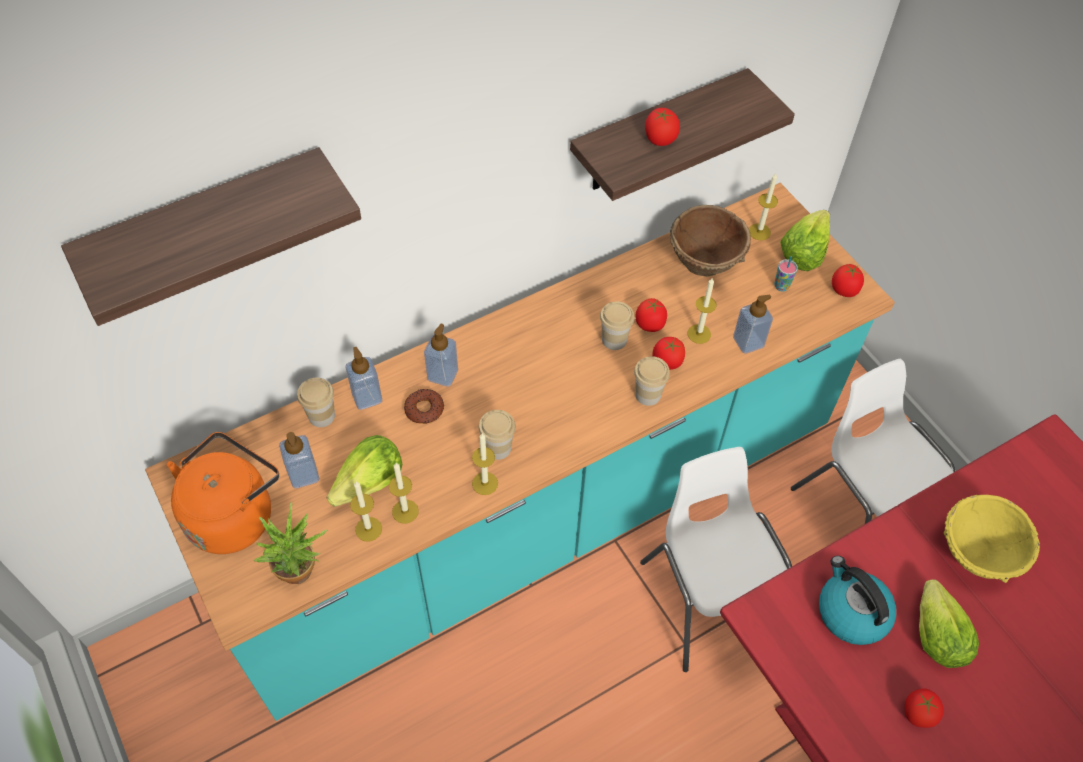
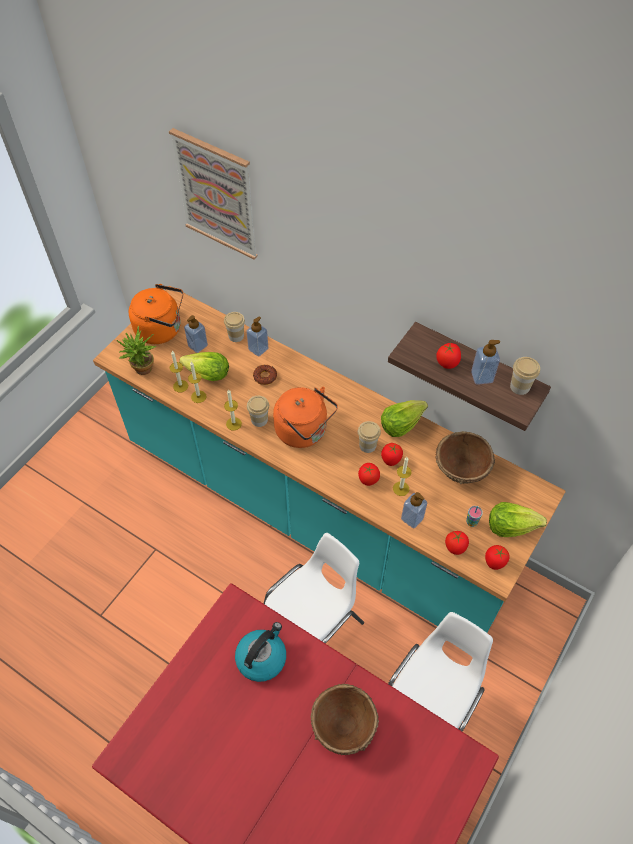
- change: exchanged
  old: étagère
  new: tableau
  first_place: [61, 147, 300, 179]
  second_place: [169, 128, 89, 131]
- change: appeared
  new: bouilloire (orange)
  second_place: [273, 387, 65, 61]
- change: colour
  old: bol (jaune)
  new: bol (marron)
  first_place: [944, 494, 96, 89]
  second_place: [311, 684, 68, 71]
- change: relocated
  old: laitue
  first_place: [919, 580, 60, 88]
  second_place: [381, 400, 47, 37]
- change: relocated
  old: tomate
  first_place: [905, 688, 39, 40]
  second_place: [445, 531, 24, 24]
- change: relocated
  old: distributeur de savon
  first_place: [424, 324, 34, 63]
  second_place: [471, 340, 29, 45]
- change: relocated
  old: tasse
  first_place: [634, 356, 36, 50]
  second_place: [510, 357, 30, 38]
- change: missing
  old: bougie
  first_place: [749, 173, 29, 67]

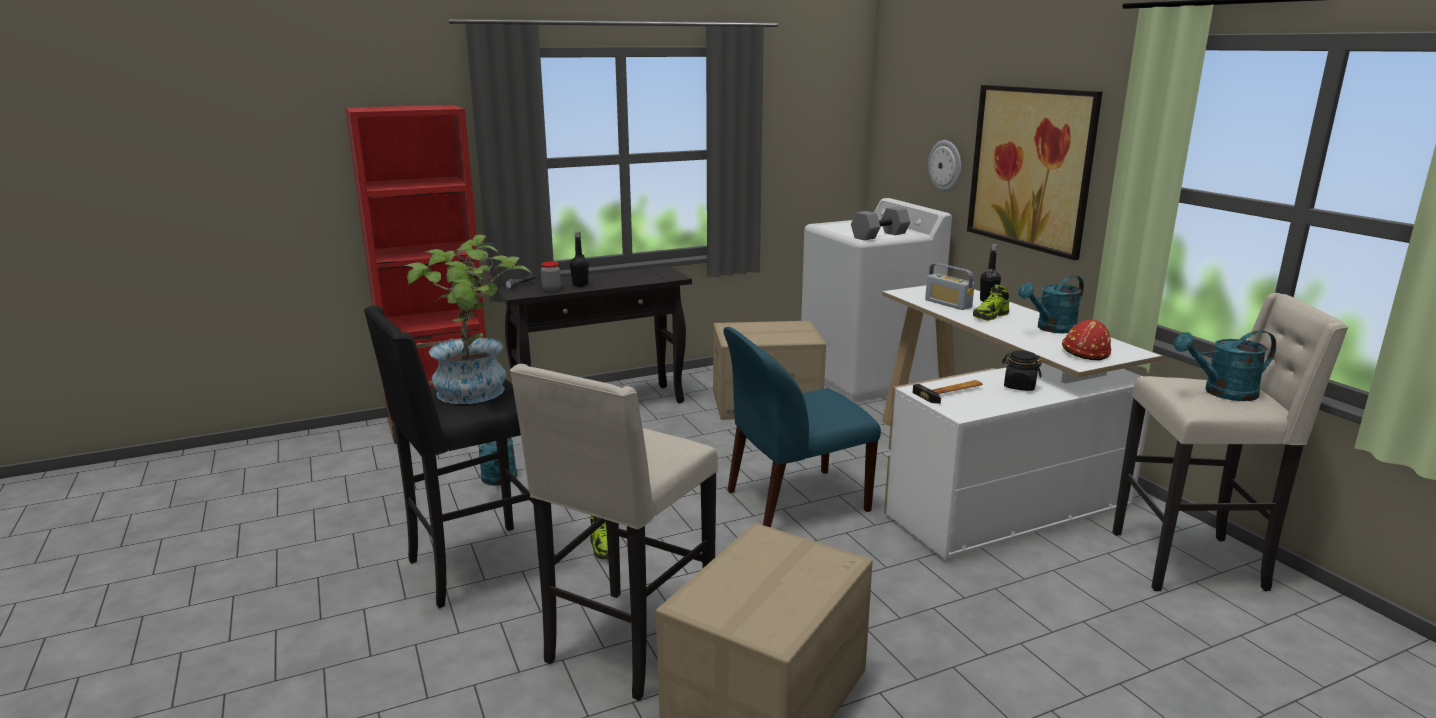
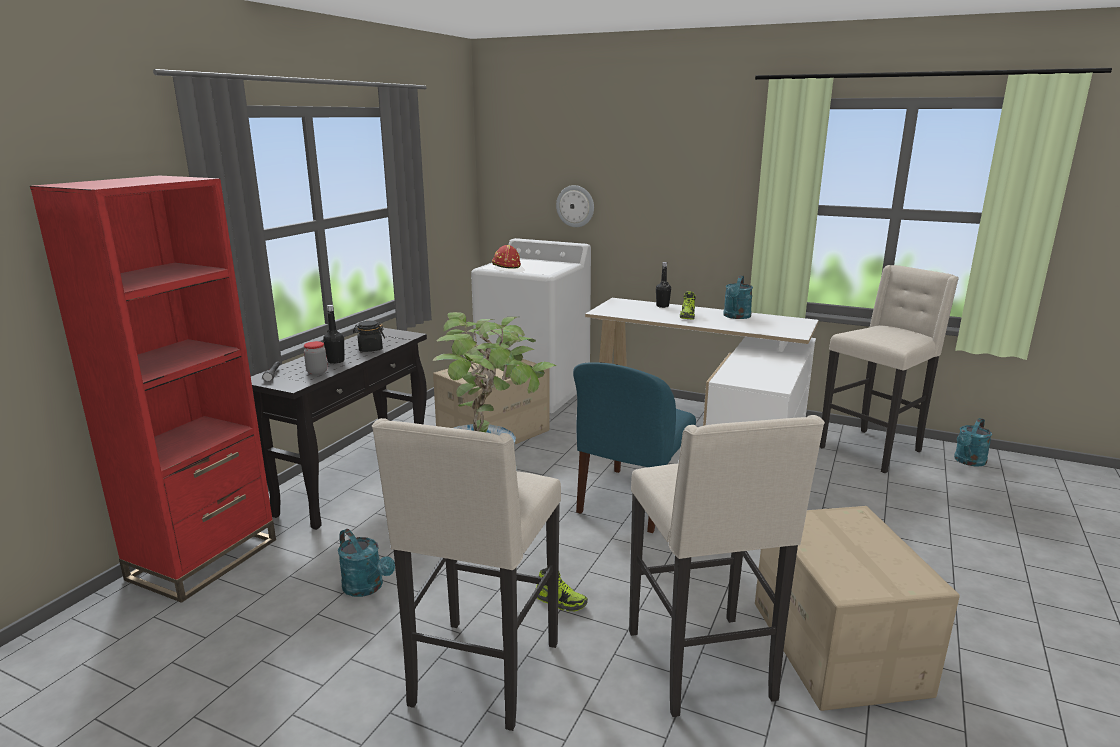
- change: relocated
  old: bocal (noir)
  first_place: [1002, 350, 40, 41]
  second_place: [353, 321, 32, 31]
- change: colour
  old: tabouret (noir)
  new: tabouret (beige)
  first_place: [364, 306, 169, 302]
  second_place: [372, 418, 189, 313]
- change: relocated
  old: casque de chantier (rouge)
  first_place: [1062, 320, 49, 41]
  second_place: [492, 245, 29, 24]
- change: relocated
  old: arrosoir (turquoise)
  first_place: [1174, 330, 102, 71]
  second_place: [954, 418, 38, 48]
- change: missing
  old: haltère (gris)
  first_place: [851, 207, 59, 33]
- change: missing
  old: marteau
  first_place: [913, 380, 70, 24]
- change: missing
  old: radio
  first_place: [925, 263, 50, 47]
- change: missing
  old: tableau
  first_place: [967, 85, 136, 175]

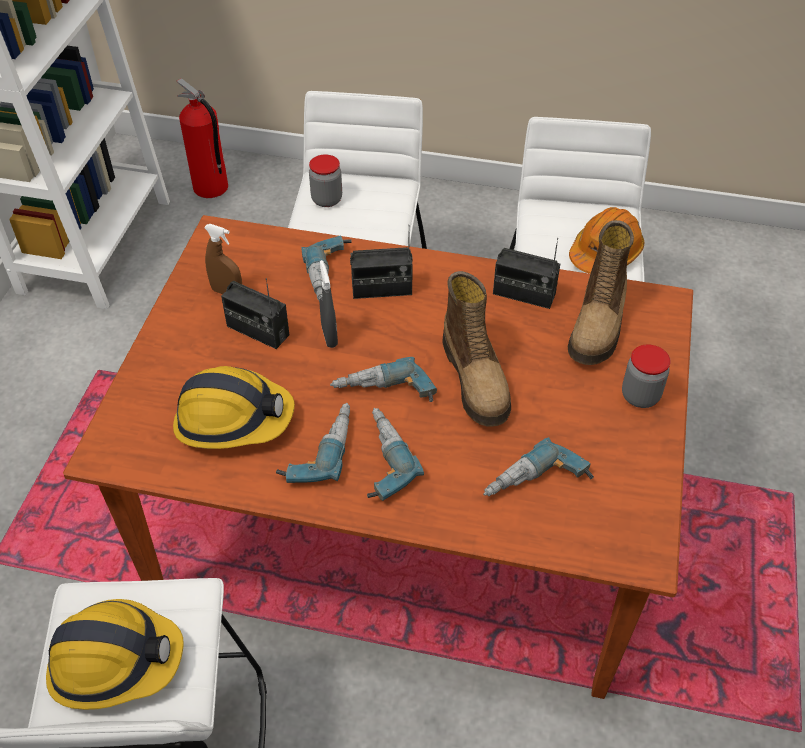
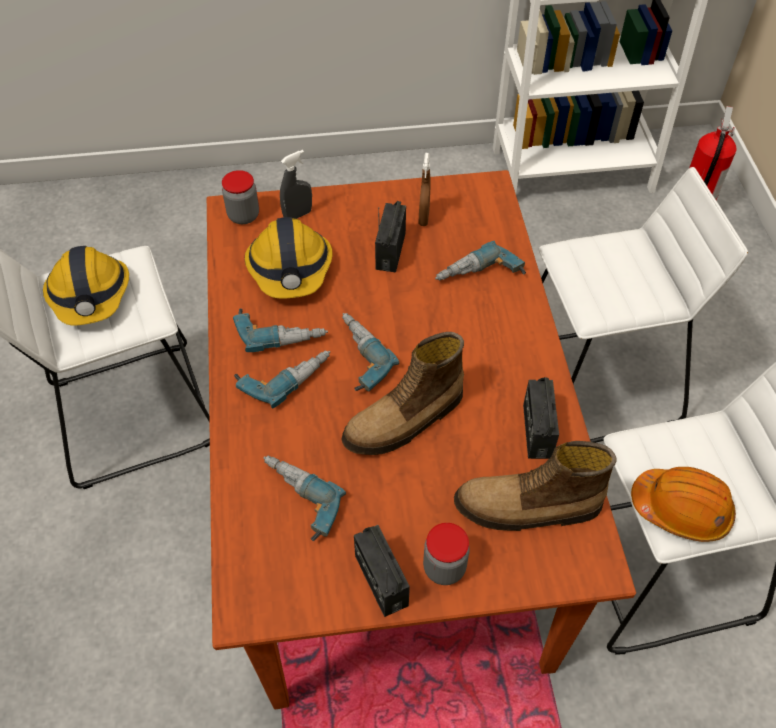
- change: relocated
  old: bocal
  first_place: [309, 154, 33, 53]
  second_place: [222, 170, 37, 54]
- change: relocated
  old: vaporisateur (gris)
  first_place: [319, 260, 19, 88]
  second_place: [280, 150, 32, 69]
- change: relocated
  old: radio
  first_place: [350, 225, 63, 74]
  second_place: [354, 525, 56, 92]

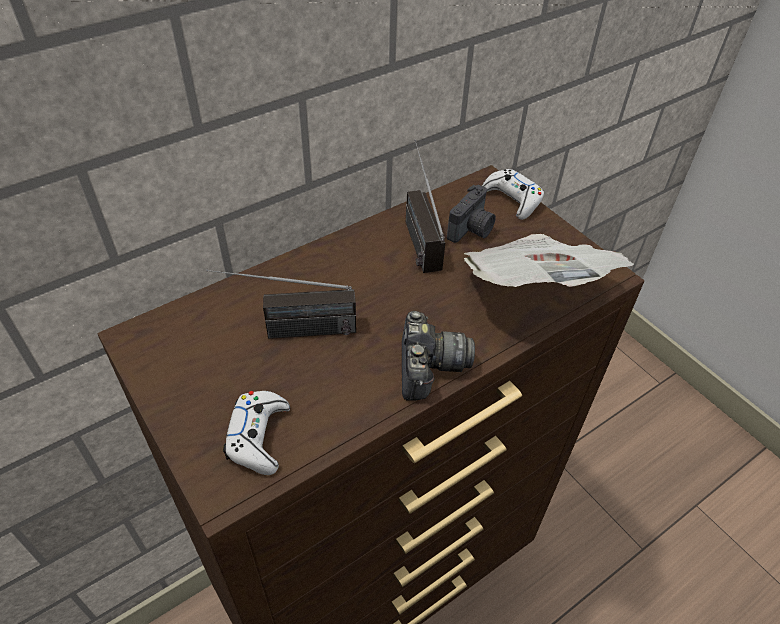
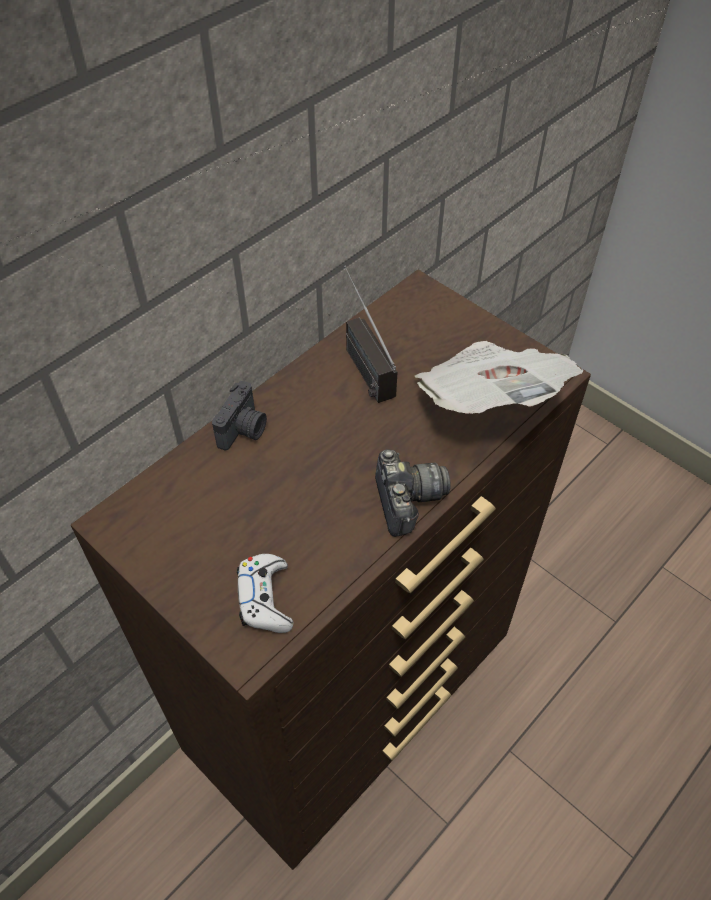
- change: relocated
  old: appareil photo
  first_place: [447, 185, 49, 58]
  second_place: [212, 381, 55, 70]
- change: missing
  old: radio
  first_place: [206, 269, 150, 70]
- change: missing
  old: manette (blanc)
  first_place: [482, 169, 62, 51]

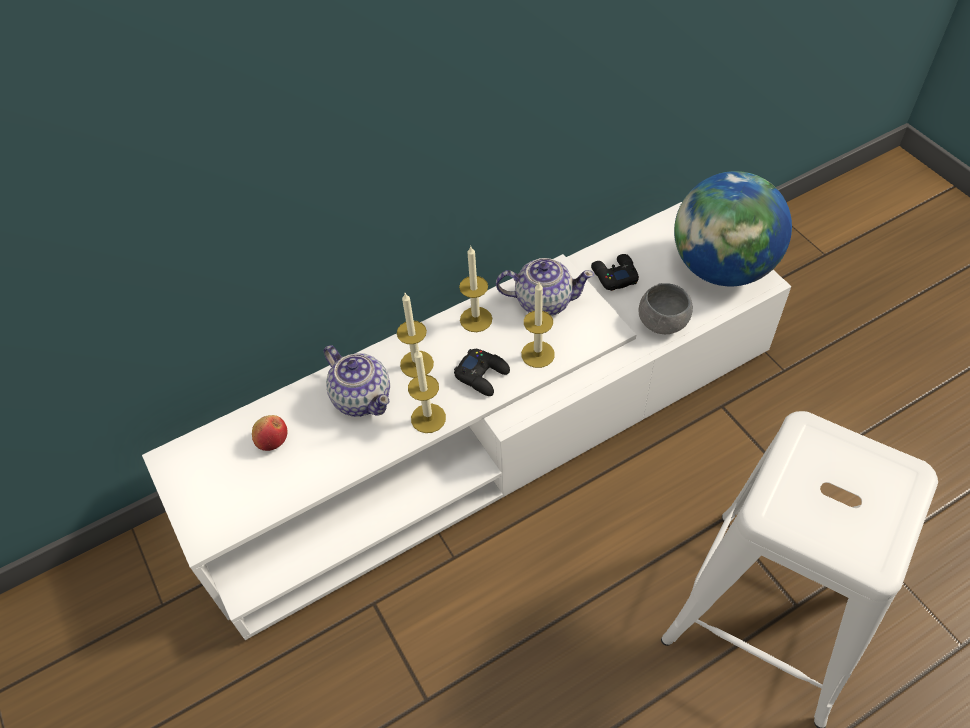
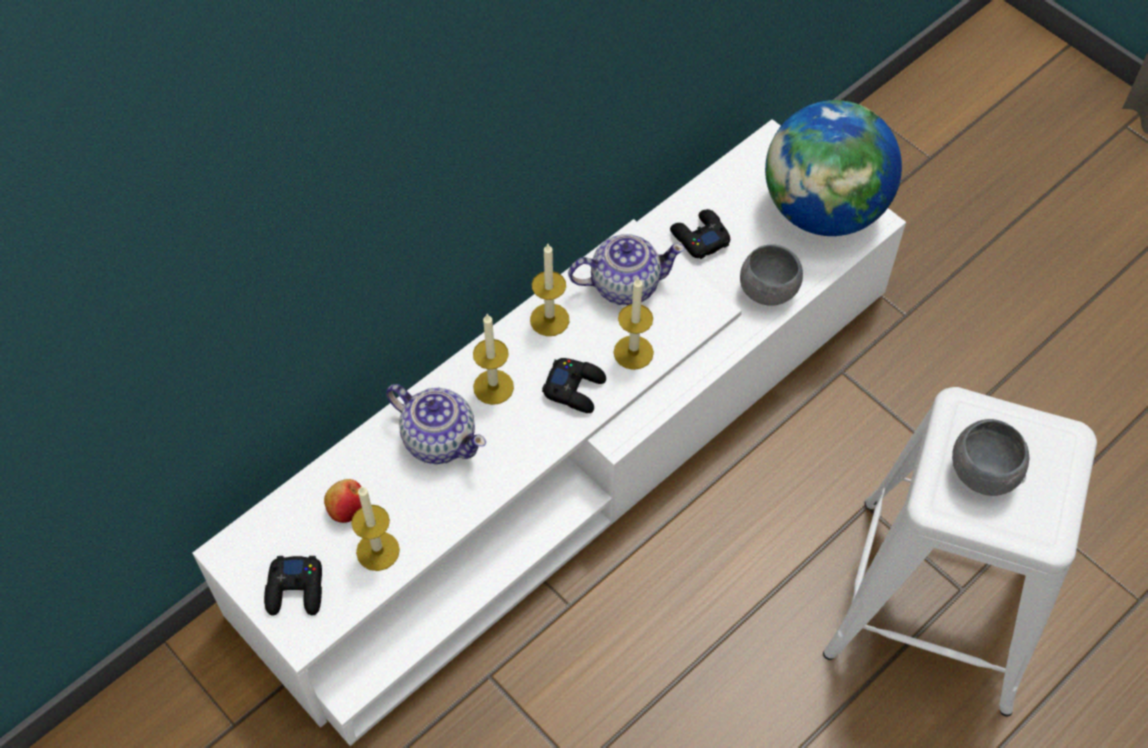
- change: appeared
  new: manette (noir)
  second_place: [264, 556, 58, 60]
- change: relocated
  old: bougie
  first_place: [408, 349, 38, 84]
  second_place: [351, 486, 49, 85]
- change: appeared
  new: bol (gris)
  second_place: [952, 419, 77, 77]

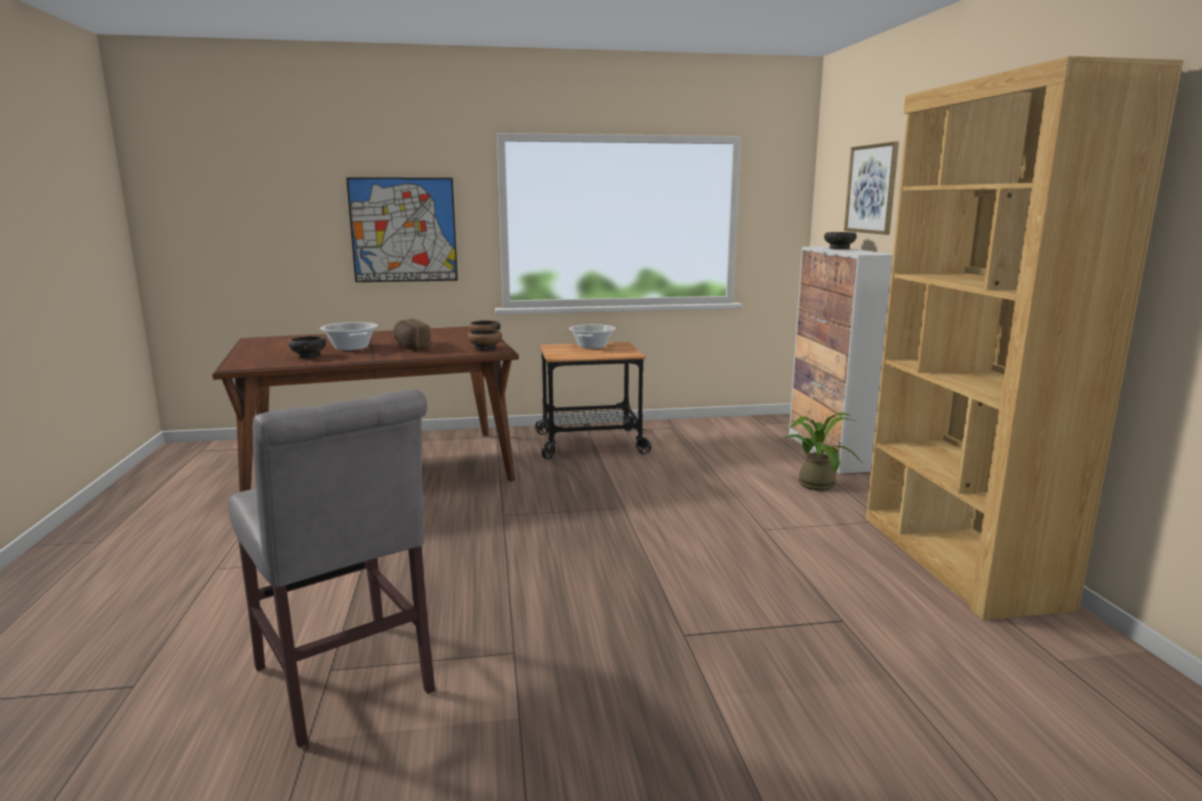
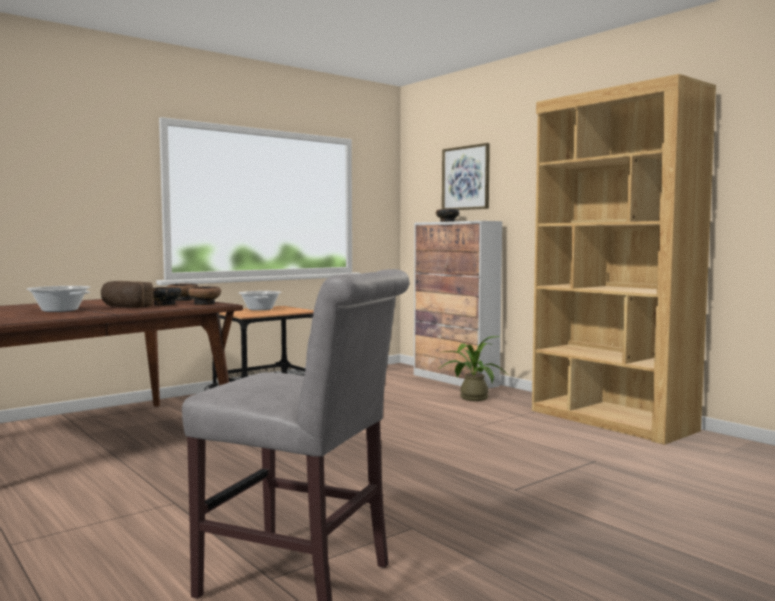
- change: relocated
  old: bol
  first_place: [288, 336, 39, 23]
  second_place: [153, 287, 29, 19]
- change: missing
  old: tableau
  first_place: [346, 177, 112, 105]

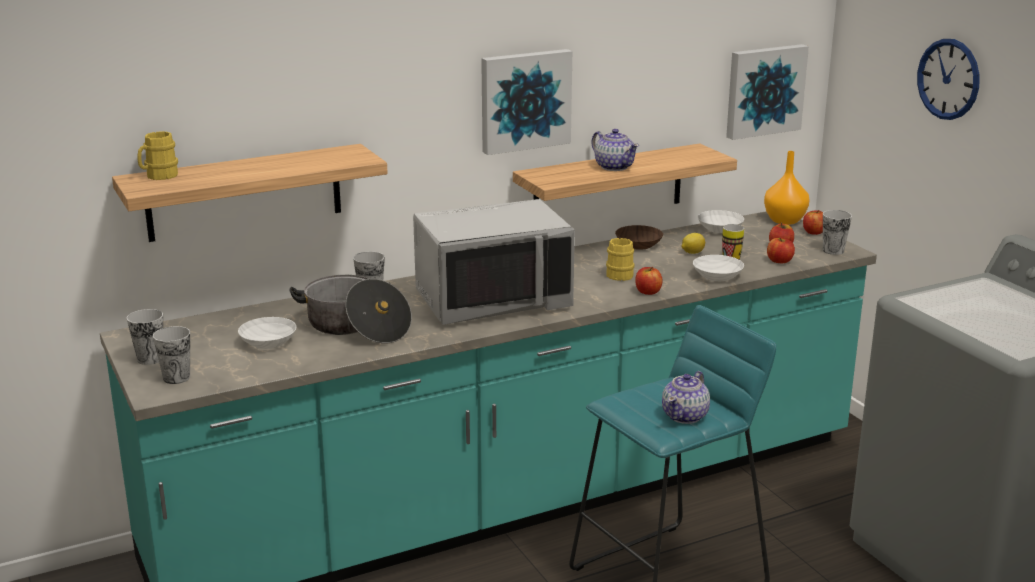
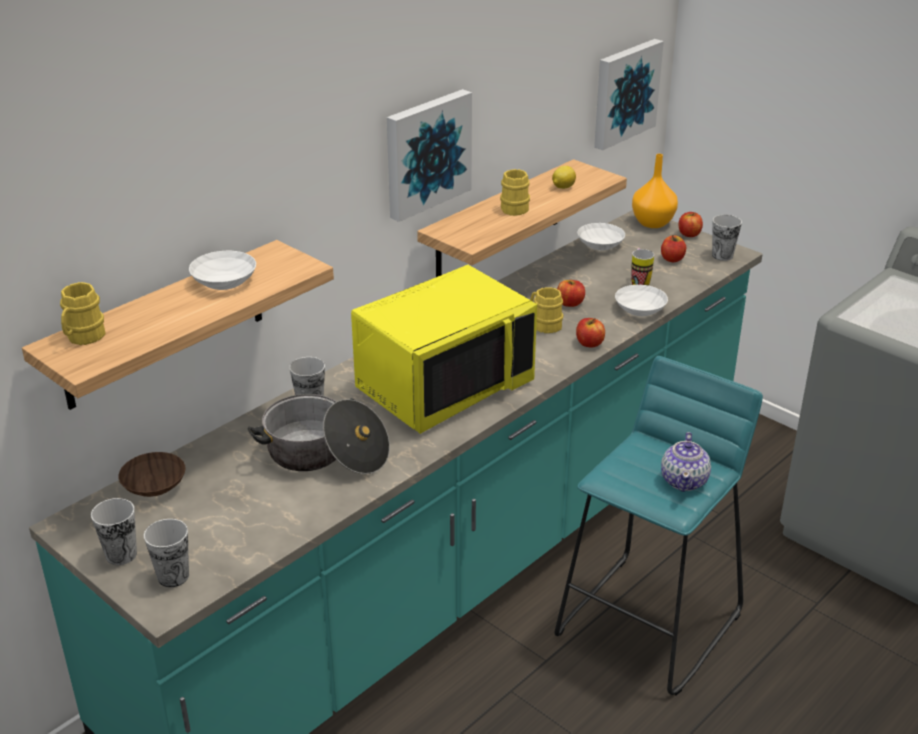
- change: relocated
  old: bol (marron)
  first_place: [615, 225, 48, 25]
  second_place: [118, 452, 68, 45]
- change: relocated
  old: bol (blanc)
  first_place: [238, 317, 59, 32]
  second_place: [189, 251, 67, 39]
- change: colour
  old: micro-ondes (gris)
  new: micro-ondes (jaune)
  first_place: [413, 199, 162, 126]
  second_place: [351, 265, 186, 169]
- change: exchanged
  old: théière
  new: mug (jaune)
  first_place: [591, 129, 48, 42]
  second_place: [500, 169, 30, 47]
- change: relocated
  old: citron
  first_place: [681, 233, 24, 21]
  second_place: [552, 166, 24, 23]
- change: relocated
  old: pomme
  first_place: [767, 237, 28, 26]
  second_place: [557, 280, 28, 27]
- change: missing
  old: horloge murale
  first_place: [917, 39, 63, 81]

